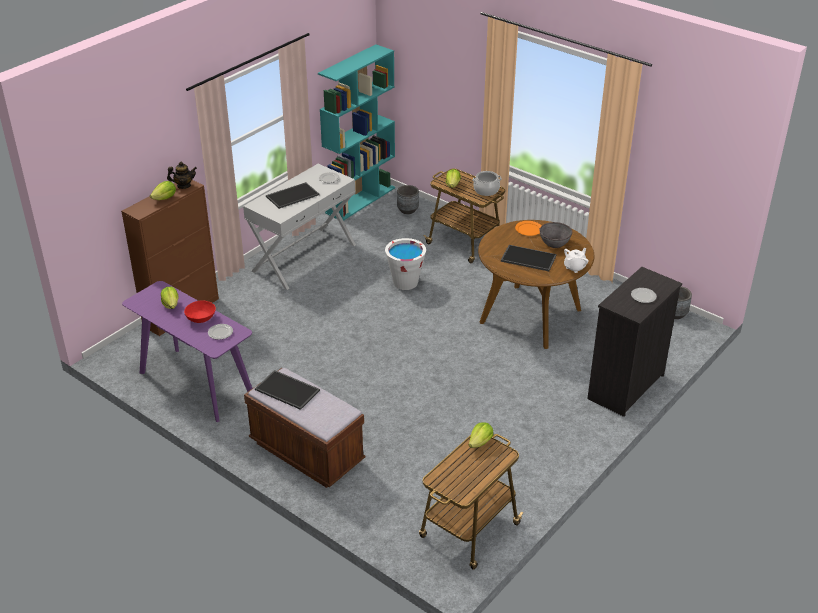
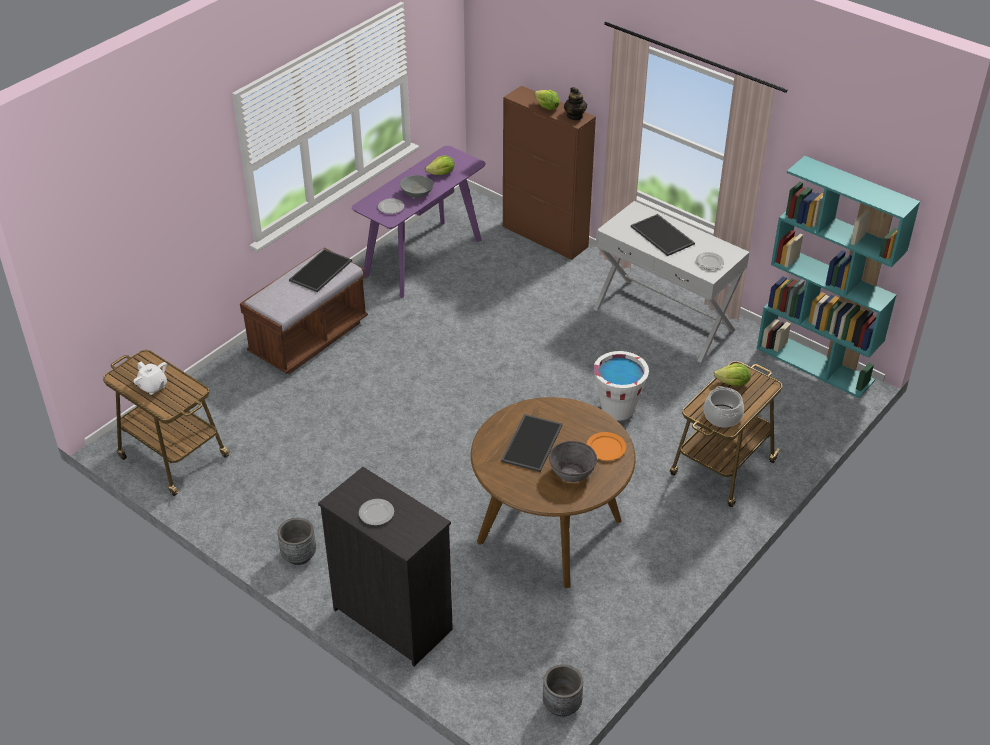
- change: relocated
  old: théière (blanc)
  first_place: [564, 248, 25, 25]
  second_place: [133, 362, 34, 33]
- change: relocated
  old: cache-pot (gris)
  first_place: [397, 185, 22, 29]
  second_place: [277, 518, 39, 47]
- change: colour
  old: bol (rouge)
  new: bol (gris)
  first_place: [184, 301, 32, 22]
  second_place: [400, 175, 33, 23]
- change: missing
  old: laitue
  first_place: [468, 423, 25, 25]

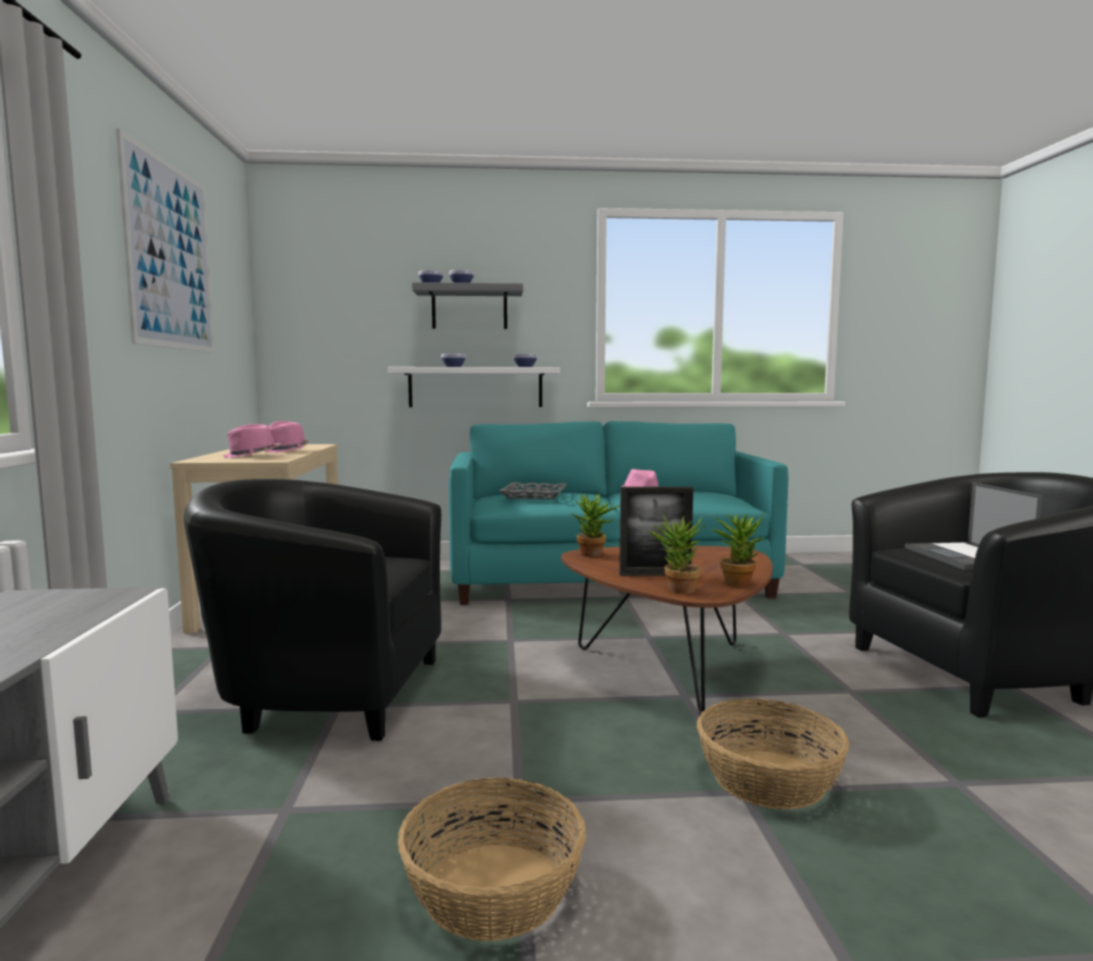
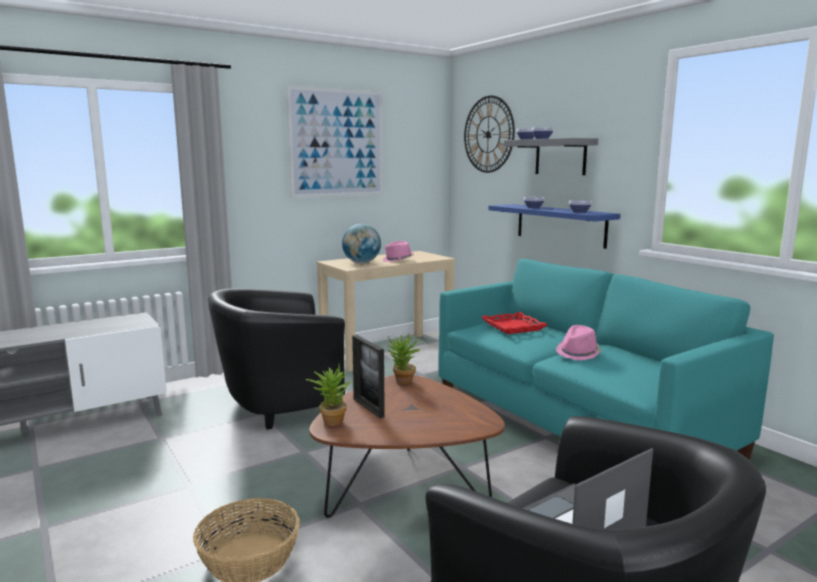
- change: spun
  old: fauteuil (noir)
  first_place: [184, 479, 257, 262]
  second_place: [208, 289, 137, 141]
  degrees: -90
- change: exchanged
  old: chapeau (rose)
  new: globe
  first_place: [223, 424, 57, 34]
  second_place: [342, 224, 39, 39]
- change: appeared
  new: horloge murale
  second_place: [464, 95, 51, 78]
- change: colour
  old: plateau (gris)
  new: plateau (rouge)
  first_place: [499, 482, 68, 17]
  second_place: [481, 312, 67, 22]
- change: colour
  old: étagère (blanc)
  new: étagère (bleu)
  first_place: [387, 367, 173, 40]
  second_place: [488, 204, 133, 45]
- change: missing
  old: panier
  first_place: [398, 777, 188, 164]
- change: missing
  old: plante en pot
  first_place: [712, 512, 52, 75]

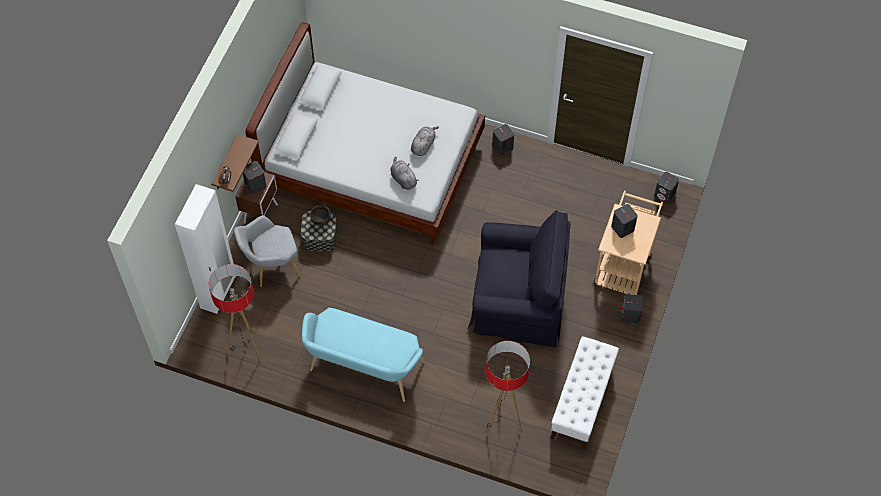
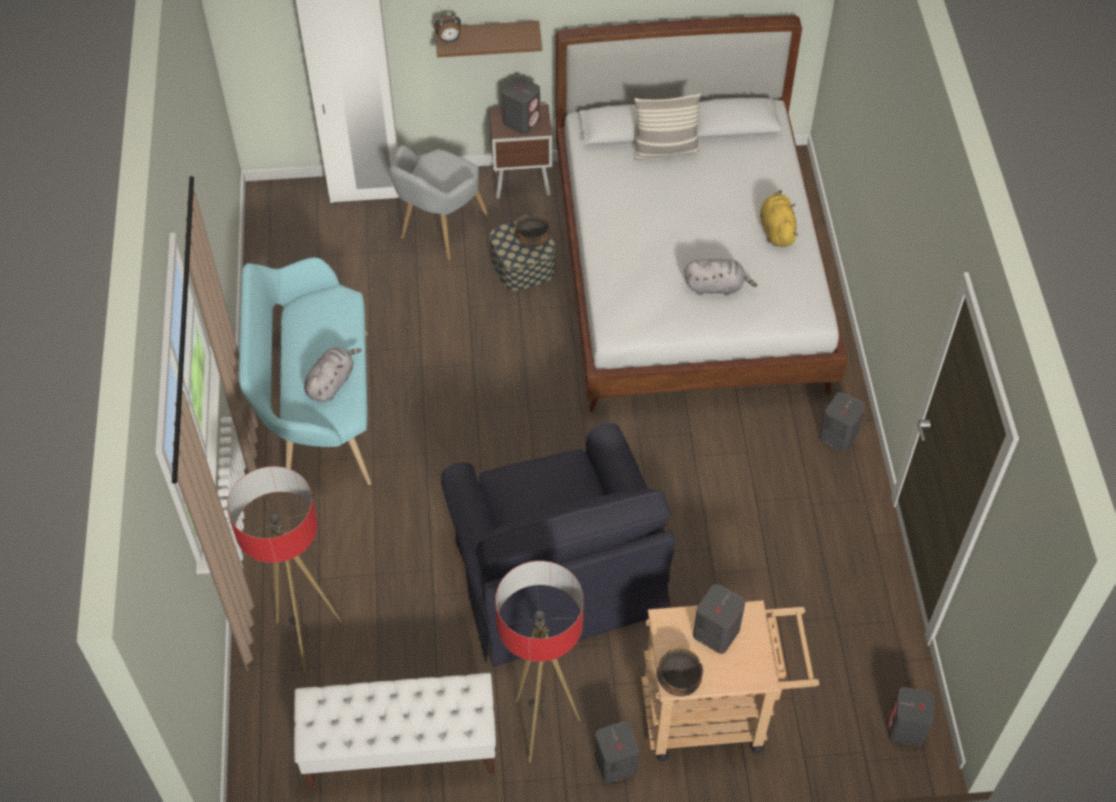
- change: relocated
  old: peluche (gris)
  first_place: [390, 157, 29, 33]
  second_place: [304, 347, 58, 55]
- change: spun
  old: fauteuil (gris)
  first_place: [234, 216, 67, 71]
  second_place: [388, 145, 102, 115]
  degrees: -105
- change: relocated
  old: lampadaire
  first_place: [209, 264, 52, 98]
  second_place: [495, 561, 89, 202]
- change: appeared
  new: coussin
  second_place: [634, 93, 67, 68]
- change: appeared
  new: bol
  second_place: [657, 648, 46, 48]
- change: appeared
  new: peluche (jaune)
  second_place: [760, 190, 39, 57]

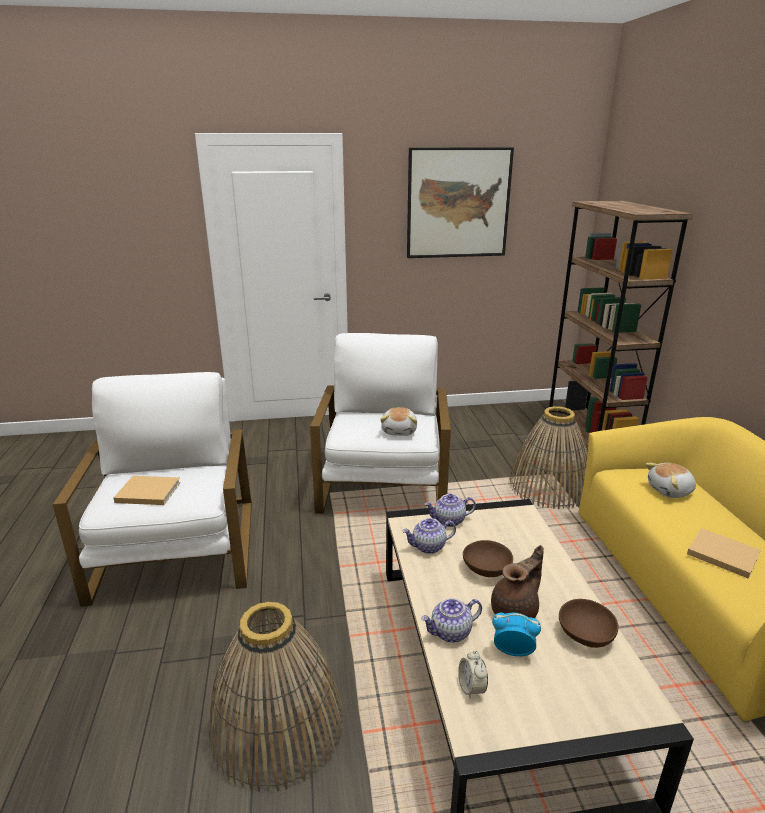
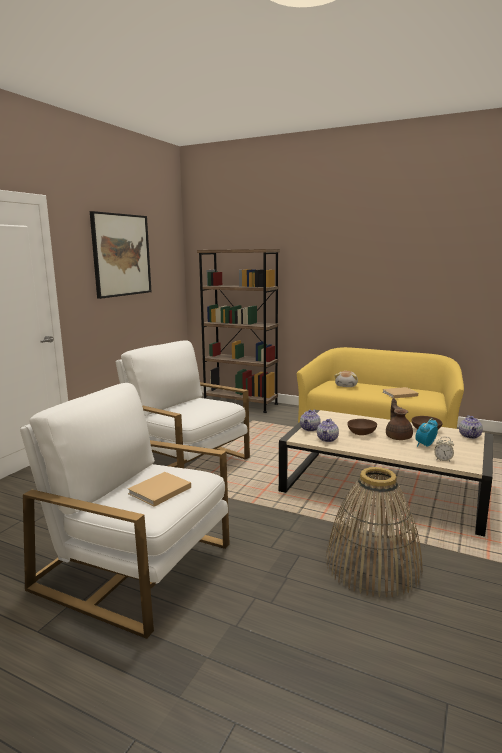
- change: relocated
  old: théière
  first_place: [421, 598, 61, 45]
  second_place: [459, 415, 24, 24]
- change: missing
  old: peluche
  first_place: [380, 407, 37, 29]
- change: missing
  old: panier
  first_place: [510, 406, 78, 103]

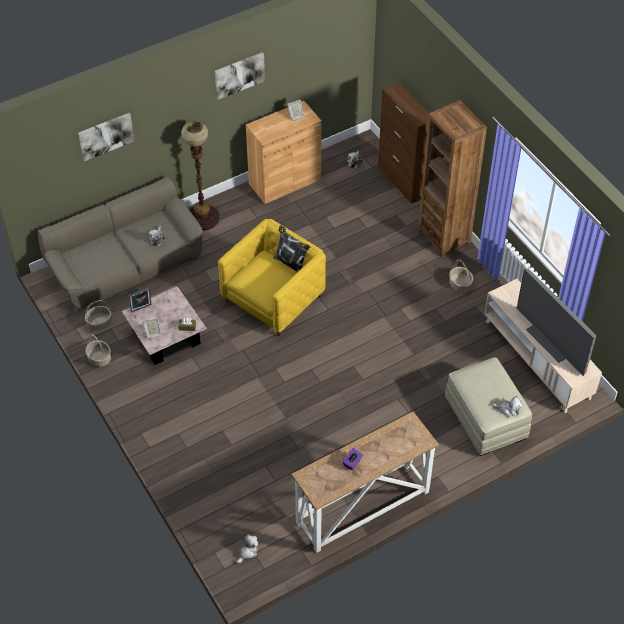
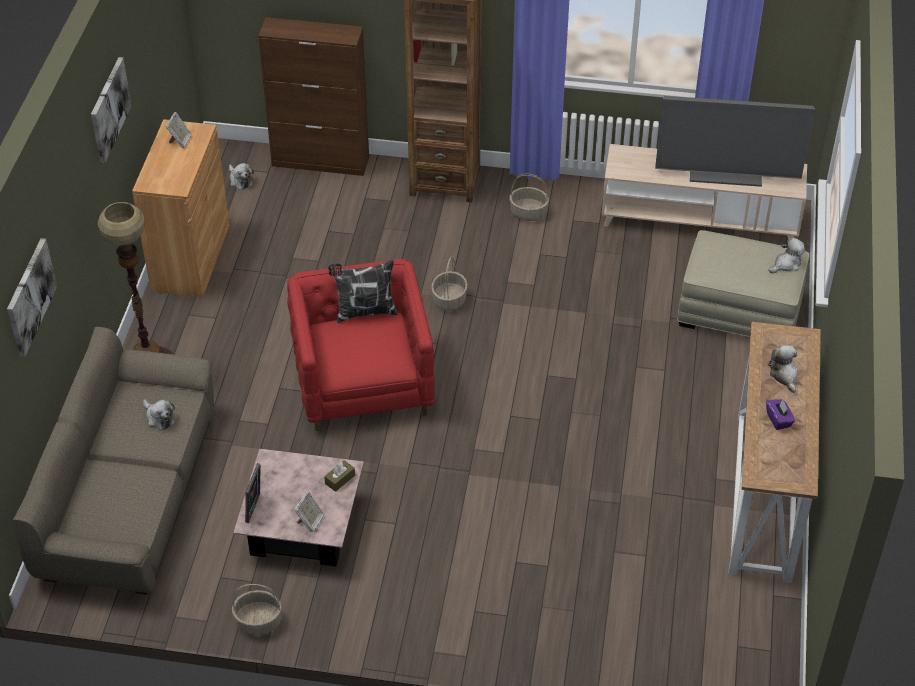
- change: colour
  old: fauteuil (jaune)
  new: fauteuil (rouge)
  first_place: [218, 219, 108, 117]
  second_place: [287, 259, 148, 172]
- change: relocated
  old: panier
  first_place: [85, 300, 27, 31]
  second_place: [431, 257, 37, 54]
- change: relocated
  old: peluche
  first_place: [236, 534, 22, 29]
  second_place: [768, 345, 30, 48]

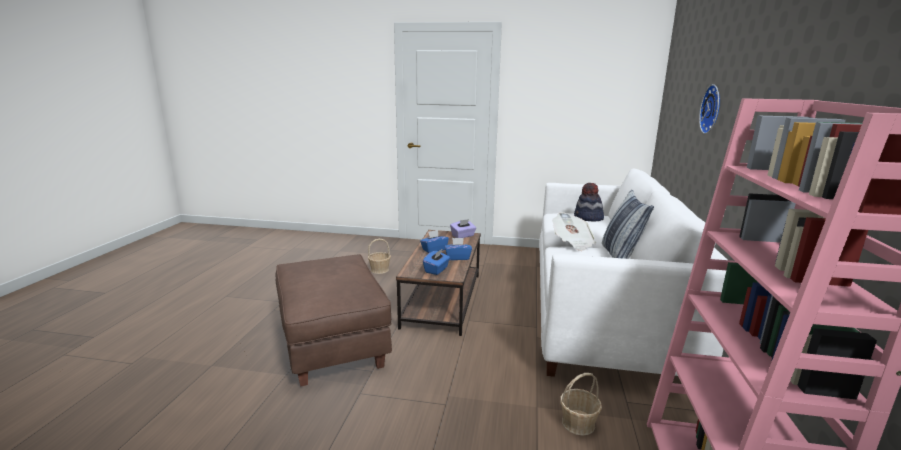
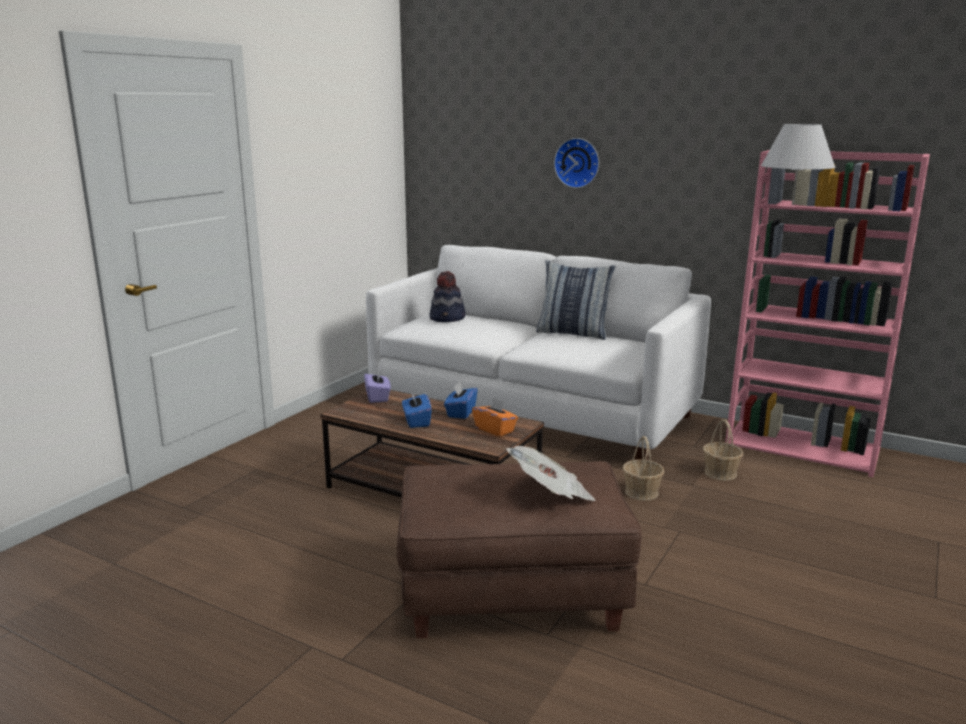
- change: colour
  old: boîte à mouchoirs (bleu)
  new: boîte à mouchoirs (orange)
  first_place: [423, 249, 27, 26]
  second_place: [472, 397, 46, 40]
- change: relocated
  old: journal
  first_place: [552, 212, 44, 39]
  second_place: [506, 446, 90, 55]
- change: relocated
  old: panier
  first_place: [368, 239, 23, 35]
  second_place: [623, 436, 41, 65]
- change: appeared
  new: lampe de table (blanc)
  second_place: [761, 124, 75, 81]

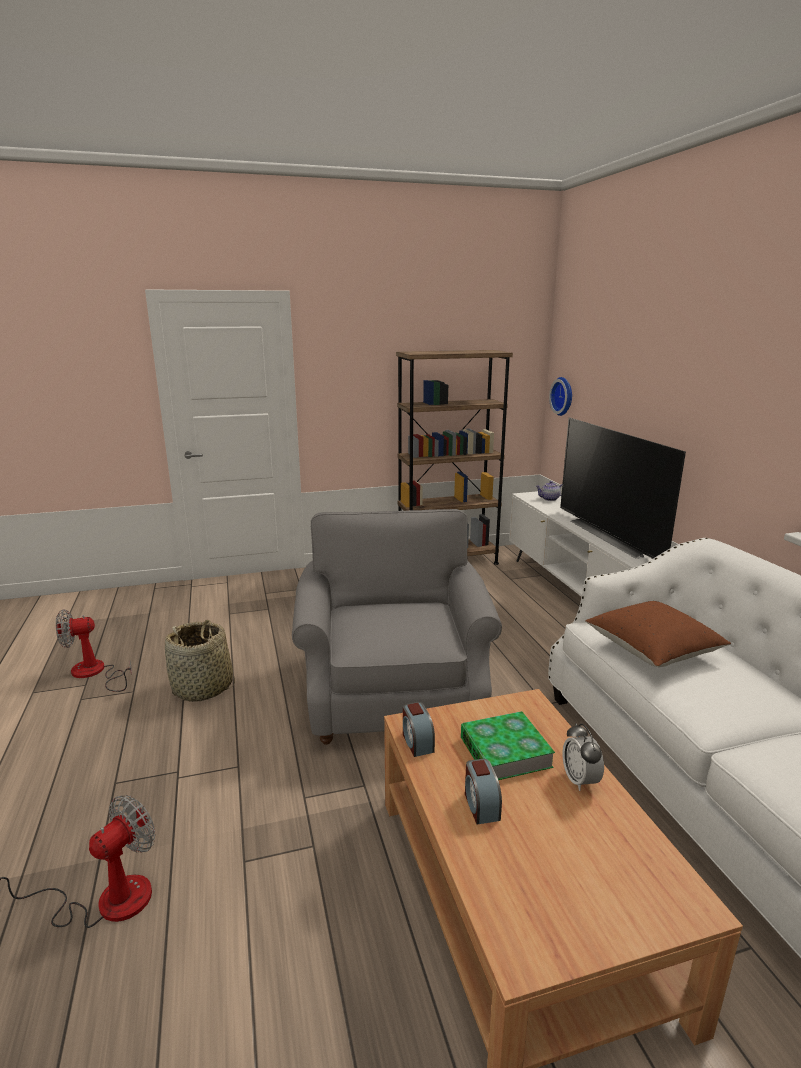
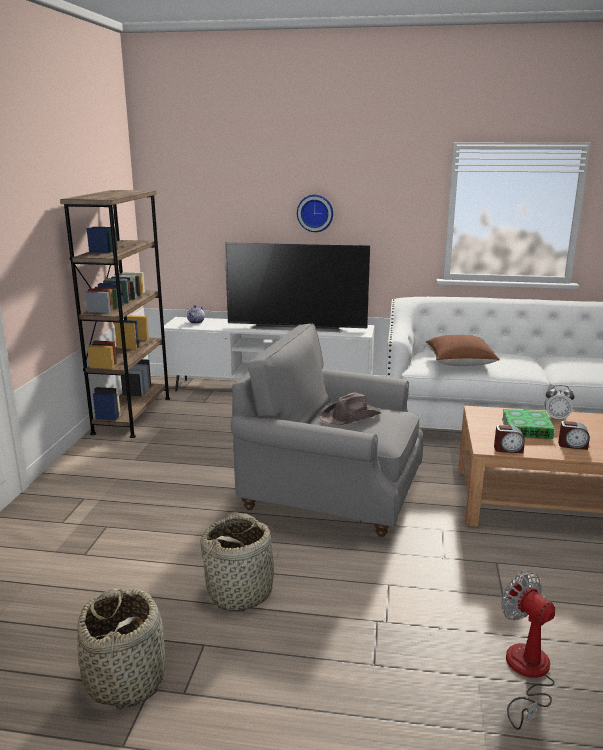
- change: exchanged
  old: ventilateur
  new: panier
  first_place: [56, 609, 76, 83]
  second_place: [77, 588, 88, 122]
- change: relocated
  old: horloge murale
  first_place: [549, 377, 23, 39]
  second_place: [297, 195, 36, 37]
- change: appeared
  new: chapeau (marron)
  second_place: [320, 392, 61, 33]

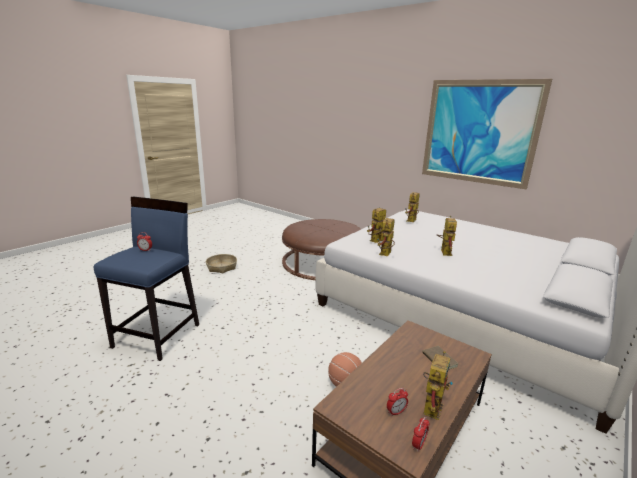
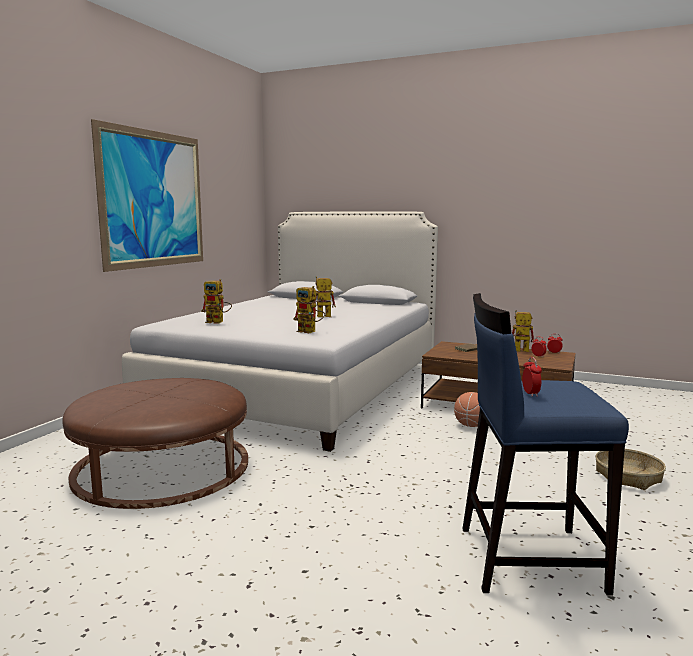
- change: relocated
  old: panier
  first_place: [206, 254, 31, 20]
  second_place: [595, 449, 71, 41]
- change: missing
  old: robot jouet
  first_place: [377, 218, 18, 38]

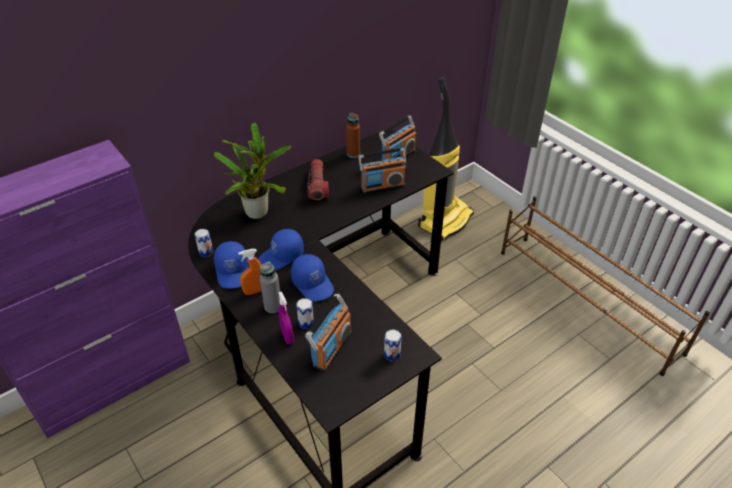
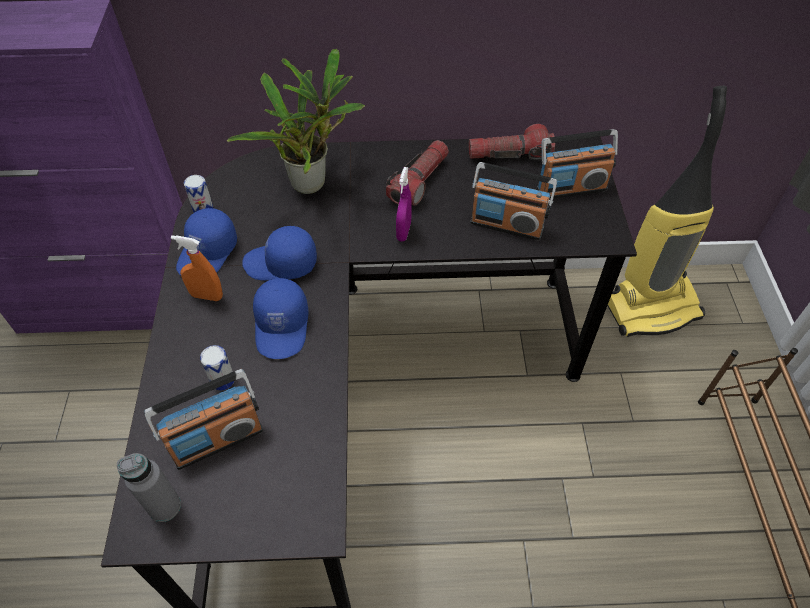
- change: relocated
  old: bouteille (gris)
  first_place: [260, 261, 20, 52]
  second_place: [117, 453, 64, 69]
- change: relocated
  old: vaporisateur (violet)
  first_place: [278, 291, 16, 54]
  second_place: [396, 167, 16, 75]
- change: exchanged
  old: bouteille (marron)
  new: lampe de poche
  first_place: [346, 113, 14, 45]
  second_place: [469, 124, 86, 36]
- change: missing
  old: boîte métallique
  first_place: [384, 330, 18, 31]

